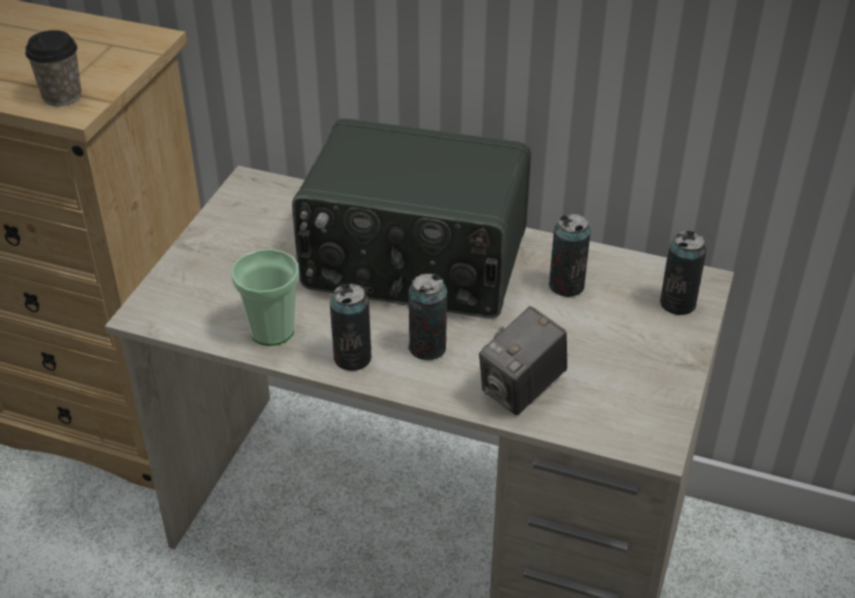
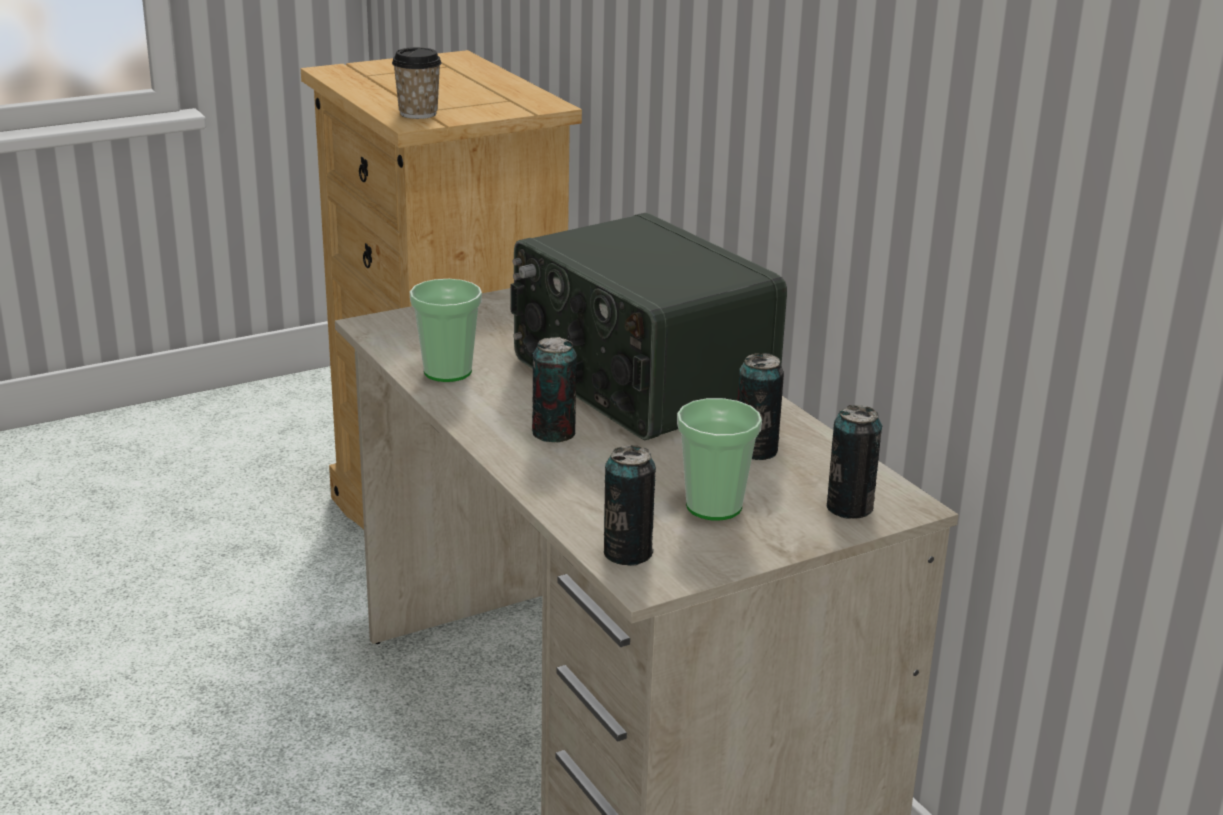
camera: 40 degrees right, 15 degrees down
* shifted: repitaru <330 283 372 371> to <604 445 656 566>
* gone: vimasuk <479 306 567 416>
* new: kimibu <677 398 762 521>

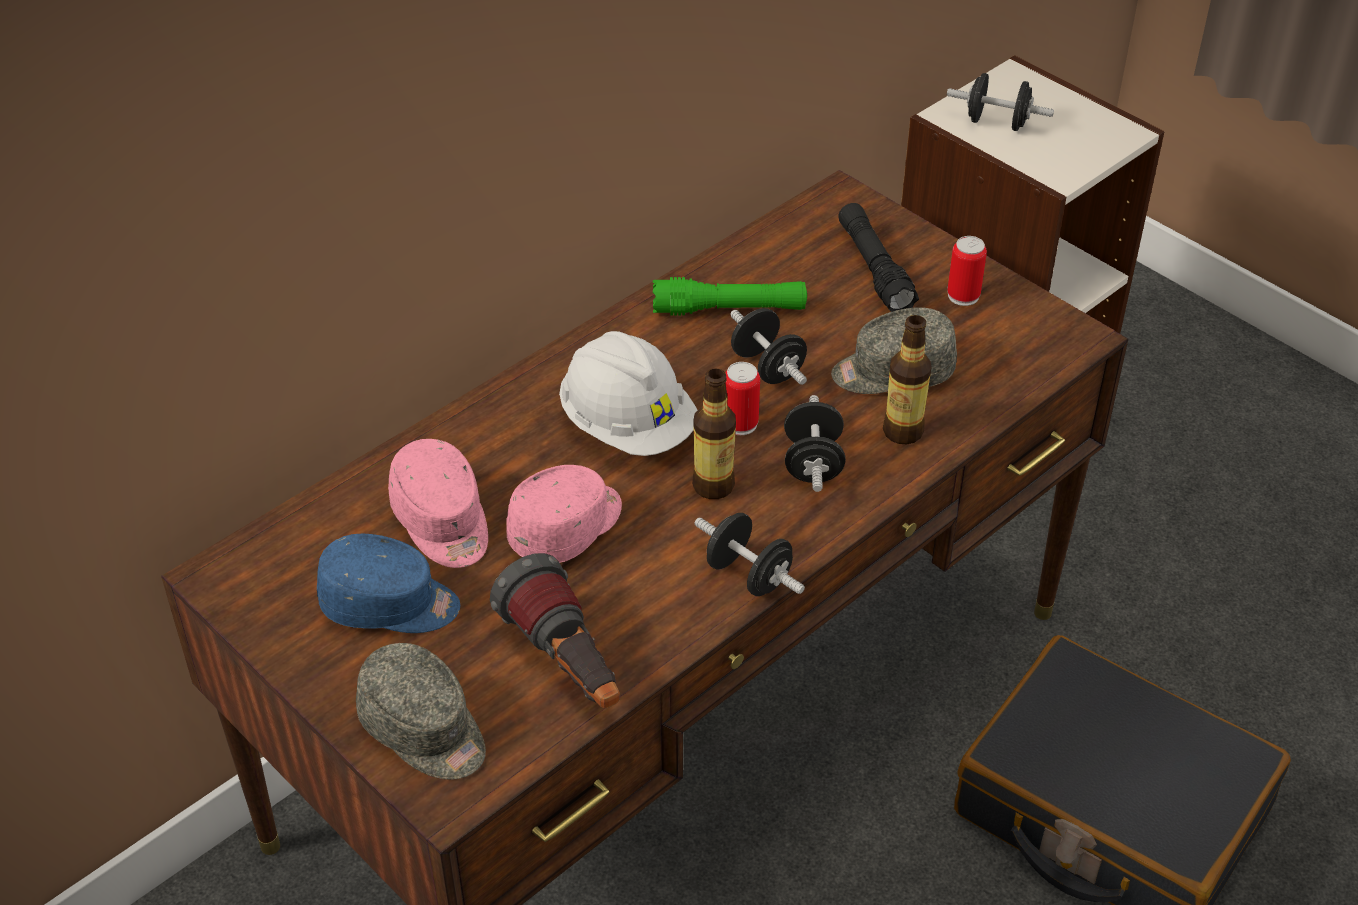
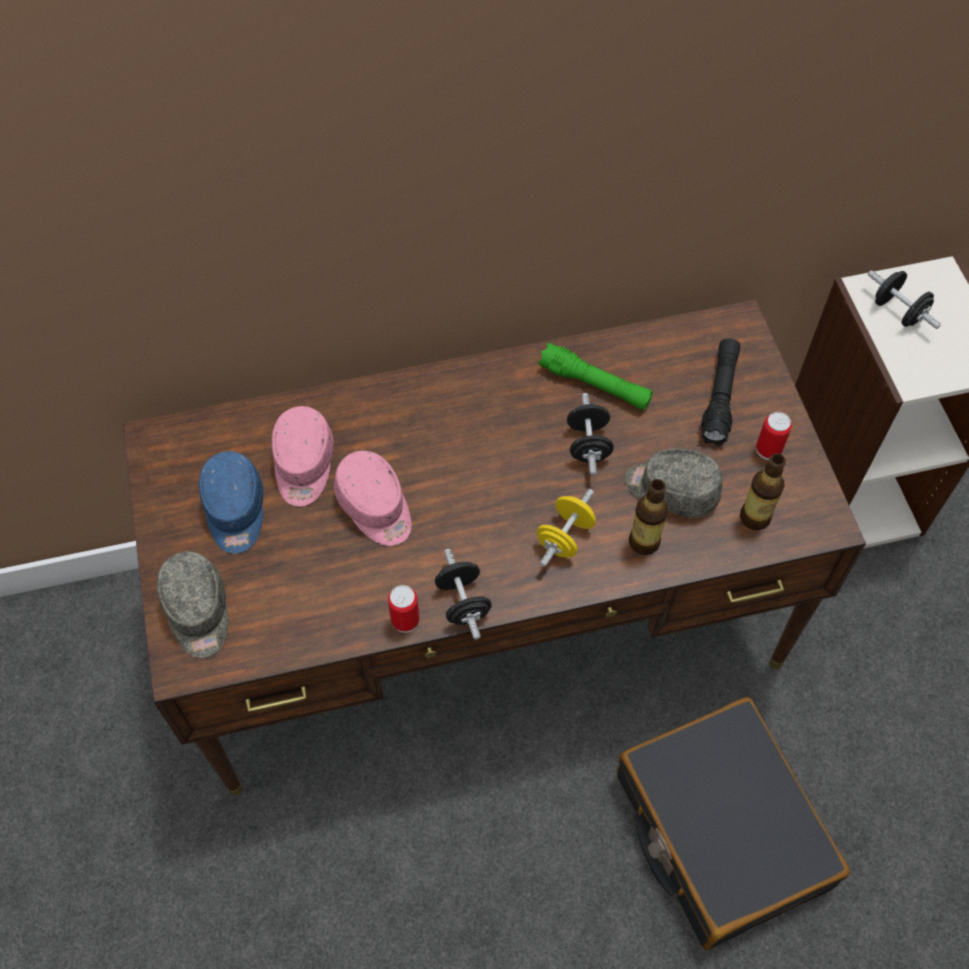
camera: 30 degrees right, 15 degrees up
* gone: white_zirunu <559 331 697 456>
* shifted: repitaru <725 362 760 435> to <388 585 420 633>
* shifted: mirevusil <692 368 736 499> to <740 453 786 530>
* repainted: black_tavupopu <784 395 846 492> to yellow_tavupopu <536 489 596 567>
* rotated: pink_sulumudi <507 465 622 563> = <334 451 412 546> 75 degrees clockwise
* rotated: blue_sulumudi <317 534 460 633> = <199 451 263 554> 45 degrees clockwise
* gone: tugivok <490 553 620 708>

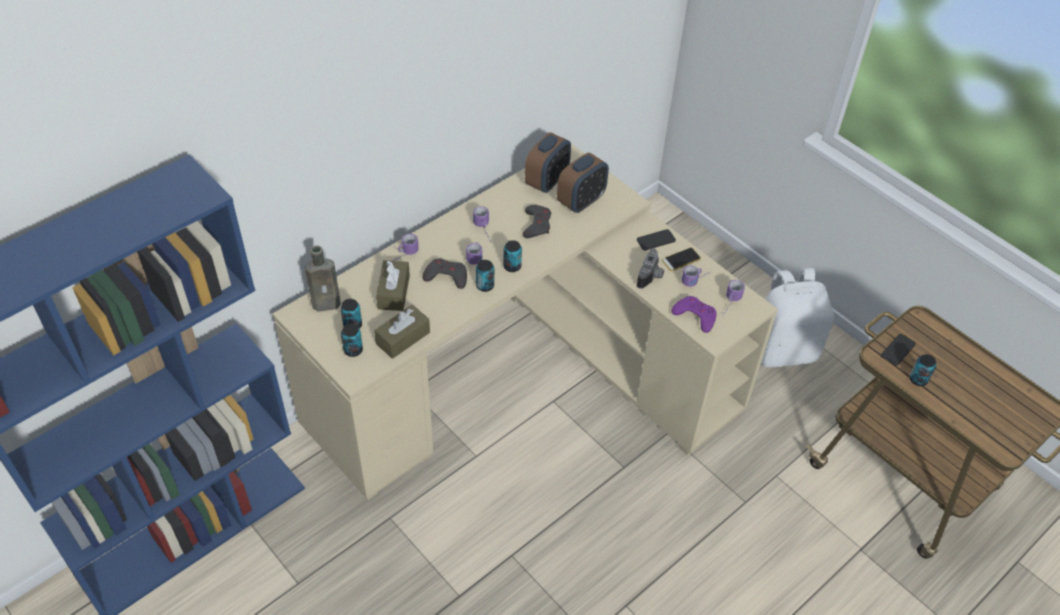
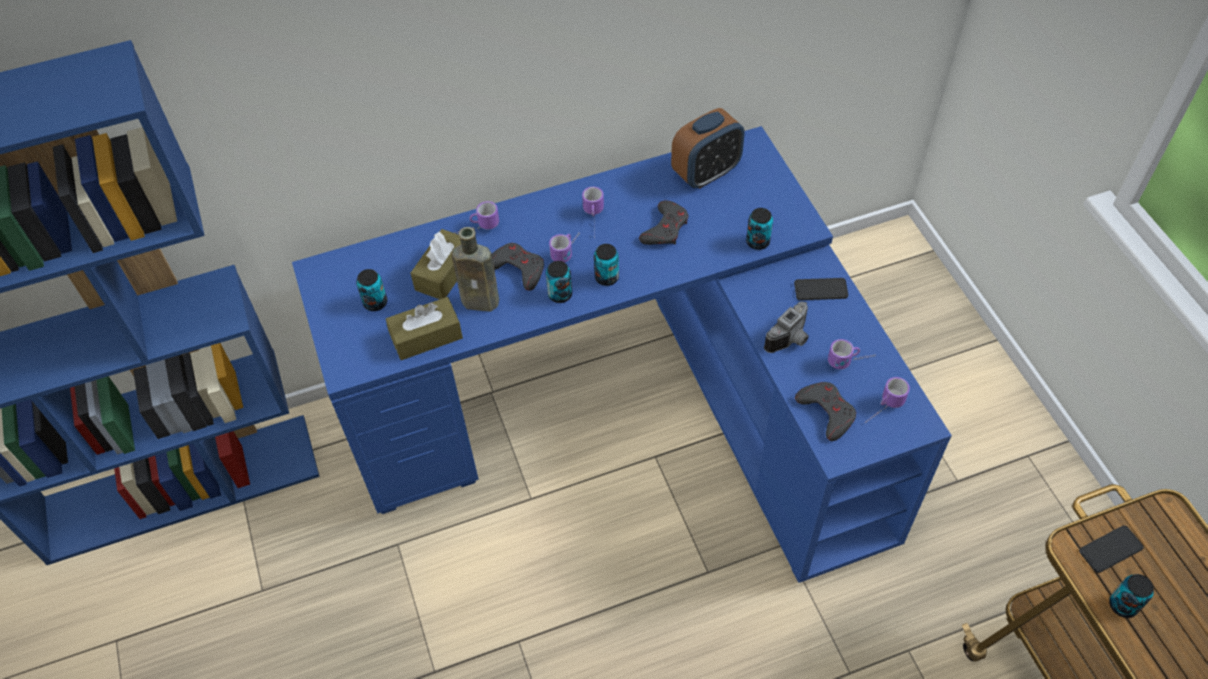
camera: 25 degrees right, 5 degrees up
* repainted: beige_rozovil <273 143 778 500> to blue_rozovil <292 126 952 583>
* gone: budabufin <557 153 609 213>
* shifted: brown_mirevusil <305 245 341 312> to <452 227 499 312>
* gone: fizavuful <662 247 701 271>
* gone: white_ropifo <761 268 834 367>
* repainted: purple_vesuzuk <671 296 717 333> to grey_vesuzuk <795 382 856 441>
* shifted: repitaru <341 324 363 357> to <746 208 773 250>

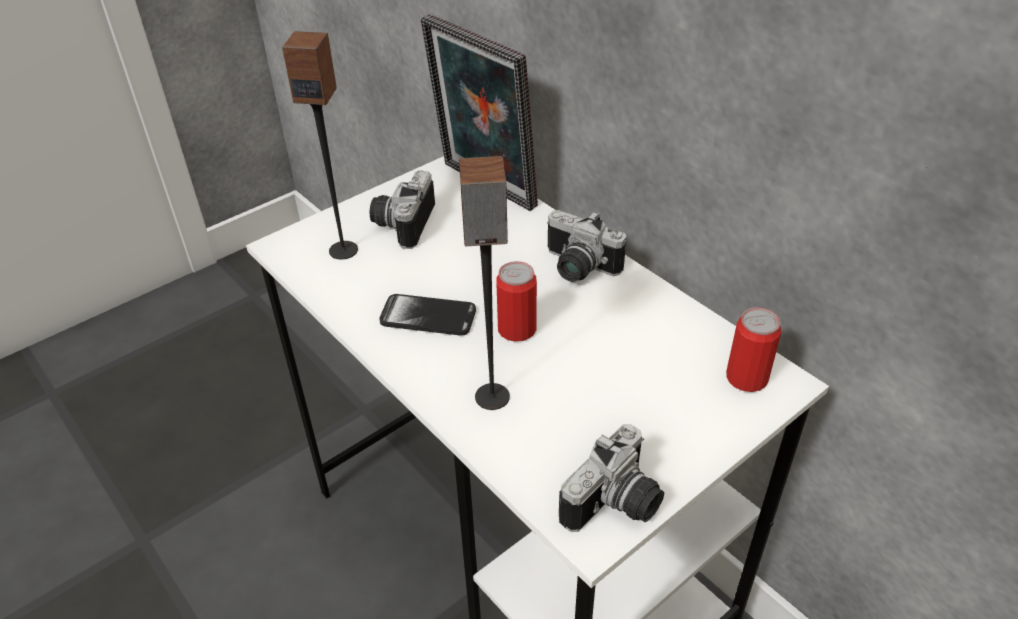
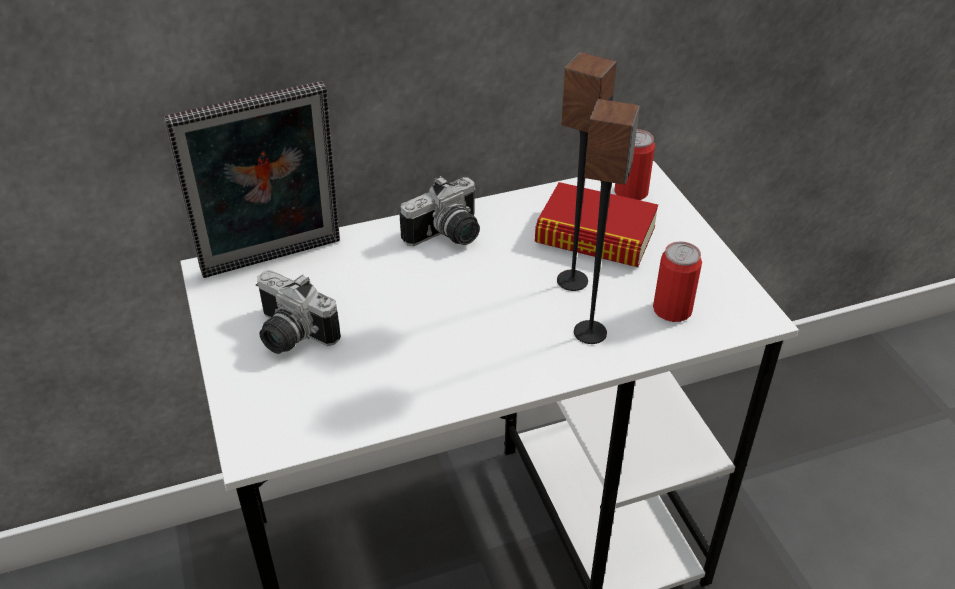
camera: 70 degrees left, 0 degrees up
* shifted: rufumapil <282 31 358 260> to <557 52 617 291>
* shifted: repitaru <496 261 537 341> to <653 242 702 322>
* gone: fizavuful <379 294 476 336>
* gone: vimasuk <559 424 664 532>
* new: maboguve <535 182 658 267>

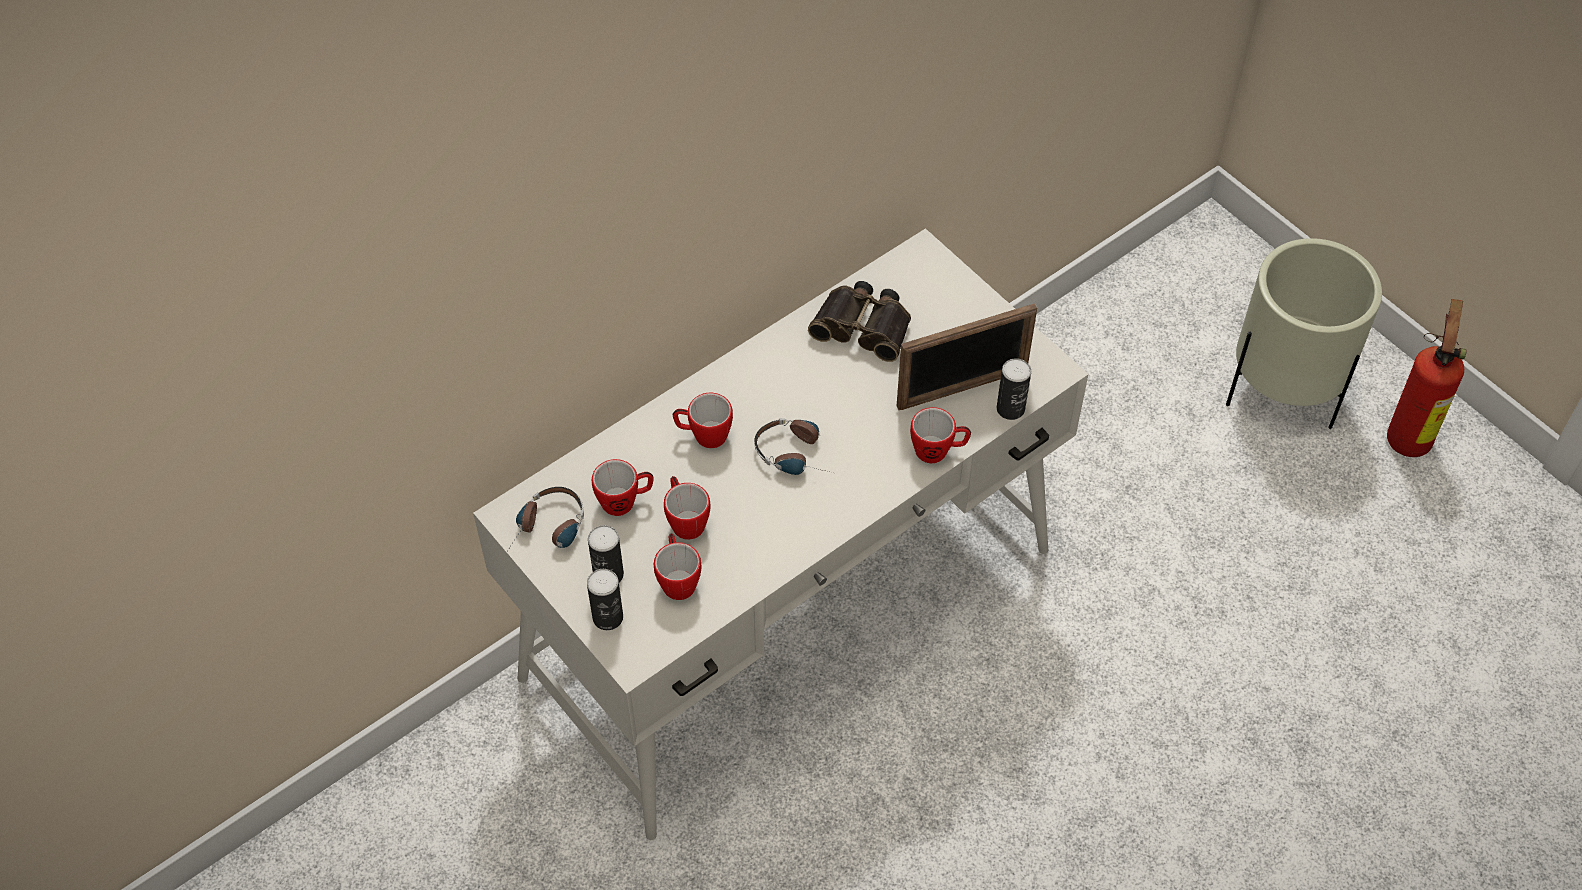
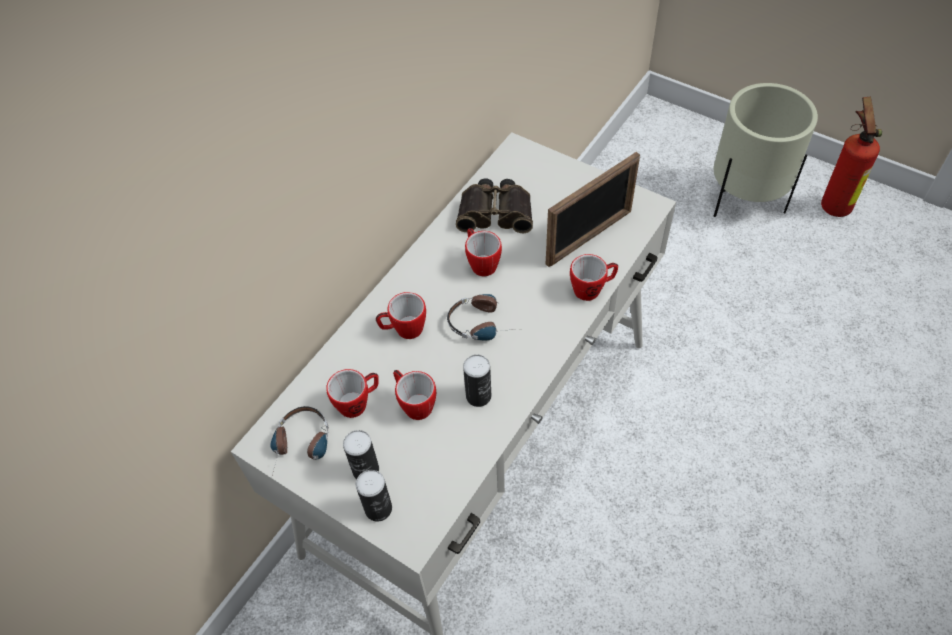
camera: 15 degrees left, 0 degrees up
* shifted: repitaru <997 358 1031 420> to <463 355 491 407>
* shifted: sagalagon <654 533 702 600> to <465 228 502 277>

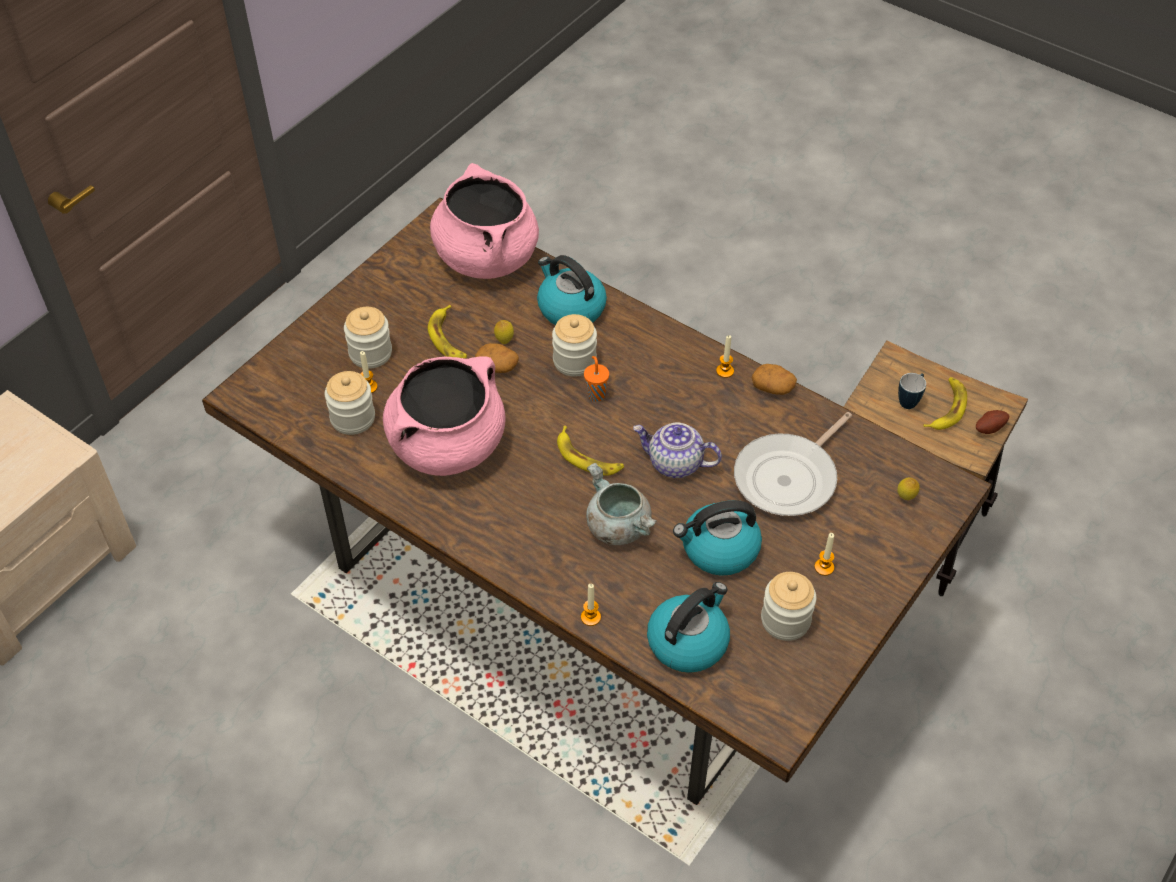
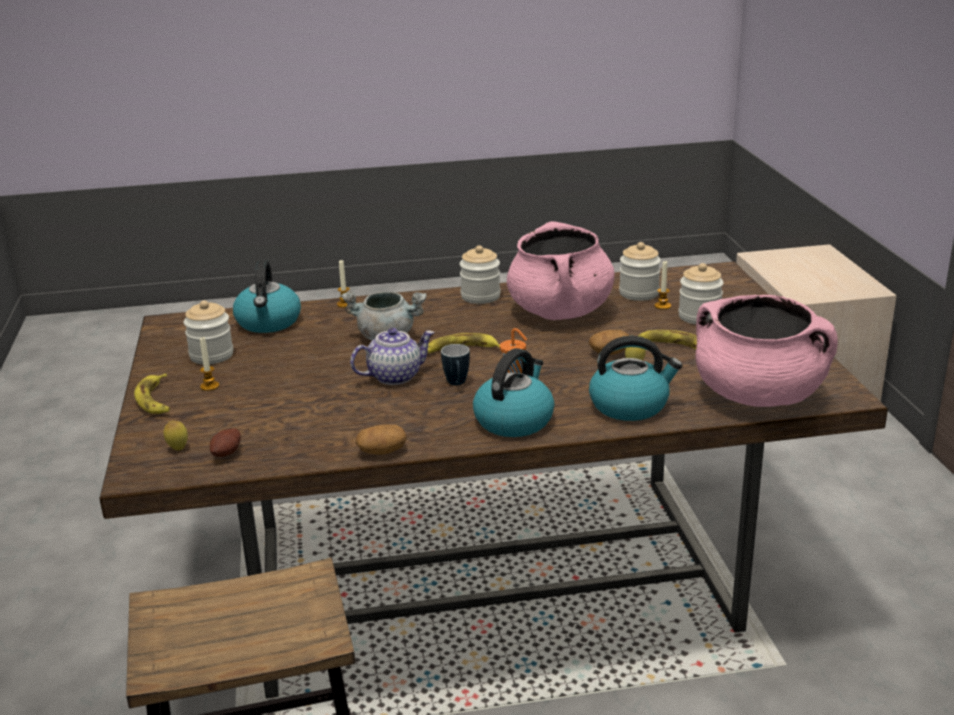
camera: 135 degrees right, 25 degrees down
* shifted: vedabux <552 314 597 377> to <460 245 500 304>
* gone: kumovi <716 335 734 378>
* shifted: sagalagon <898 373 926 409> to <441 344 470 386>
* shifted: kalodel <923 377 967 430> to <134 373 170 414>
* shifted: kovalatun <976 410 1009 434> to <210 428 241 457>
* gone: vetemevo <734 412 852 516>
* shifted: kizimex <673 500 762 576> to <473 348 554 437>

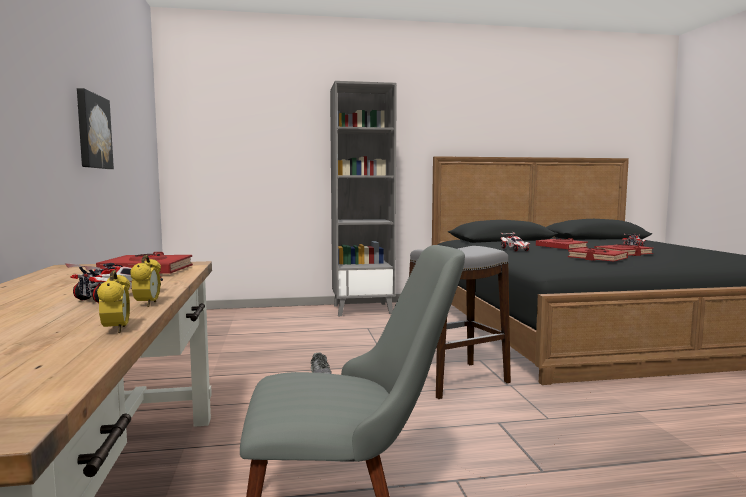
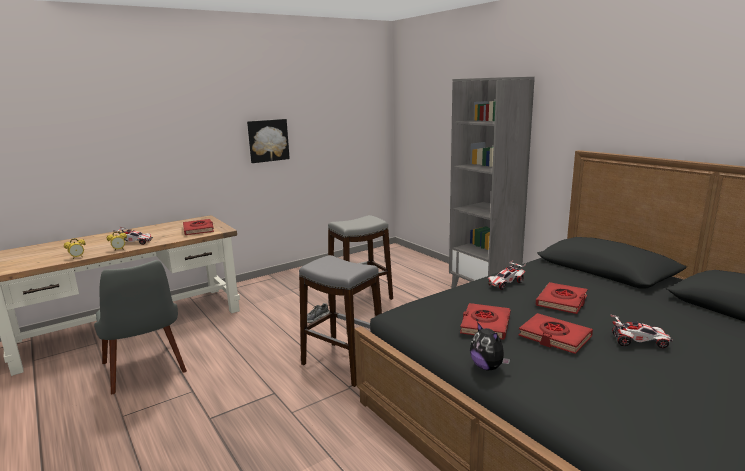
camera: 65 degrees right, 10 degrees up
* new: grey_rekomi <328 215 393 300>
* new: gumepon <470 322 510 370>

